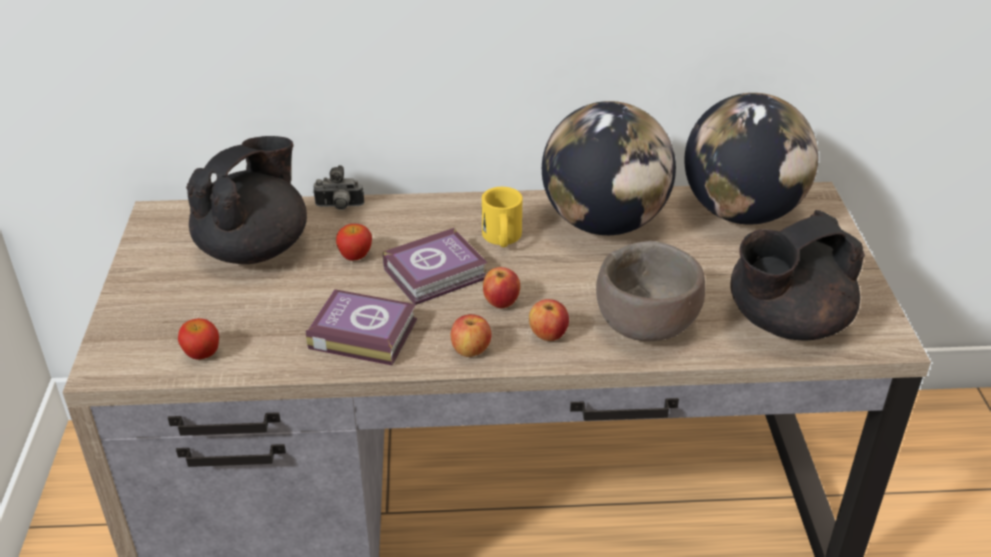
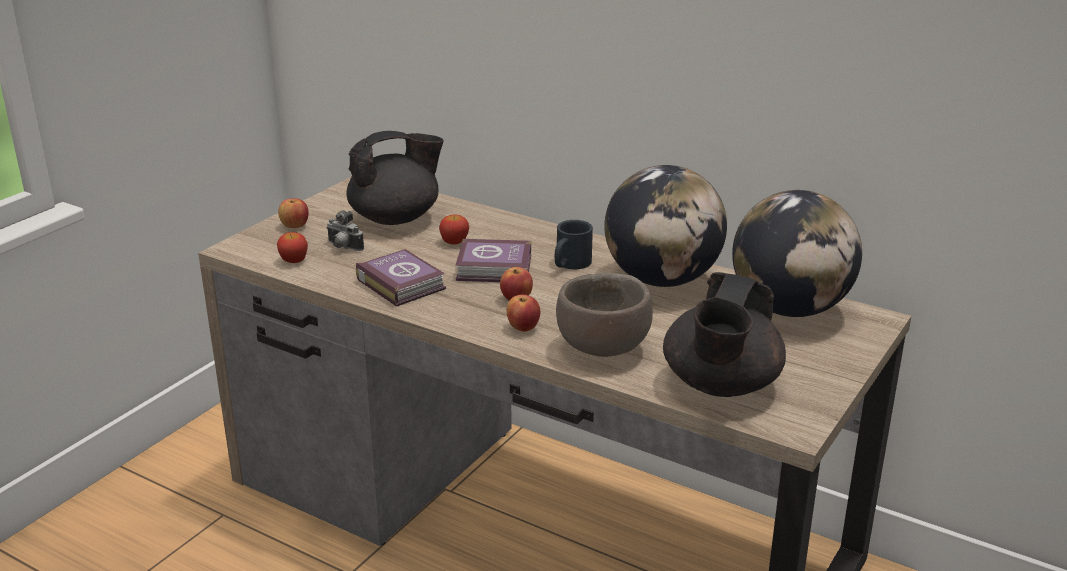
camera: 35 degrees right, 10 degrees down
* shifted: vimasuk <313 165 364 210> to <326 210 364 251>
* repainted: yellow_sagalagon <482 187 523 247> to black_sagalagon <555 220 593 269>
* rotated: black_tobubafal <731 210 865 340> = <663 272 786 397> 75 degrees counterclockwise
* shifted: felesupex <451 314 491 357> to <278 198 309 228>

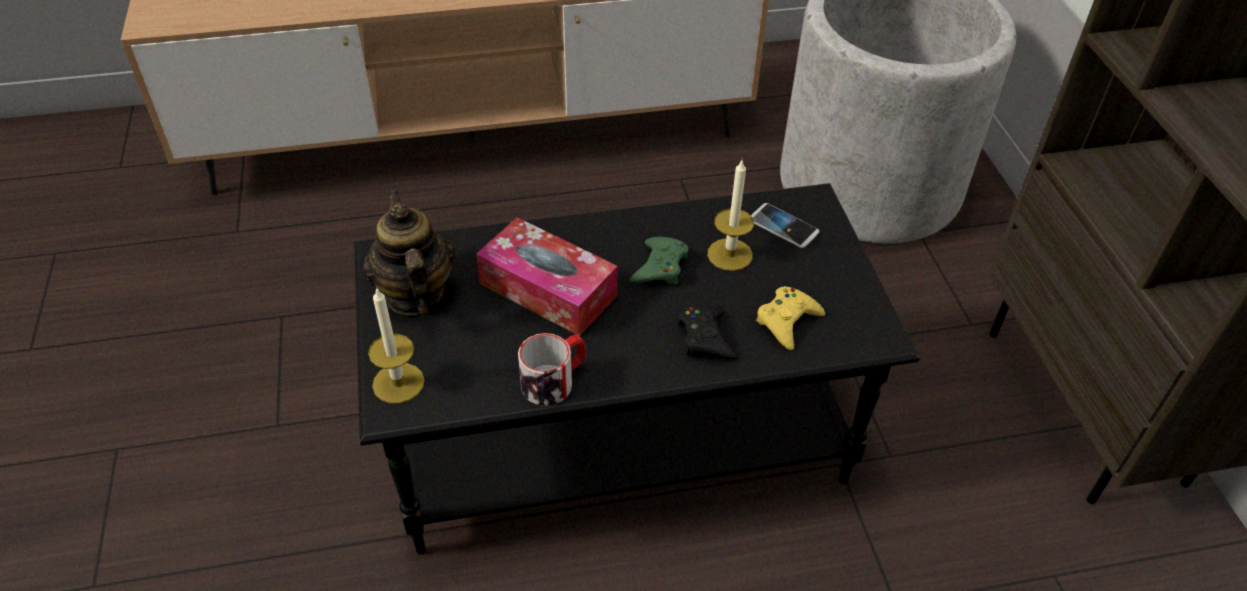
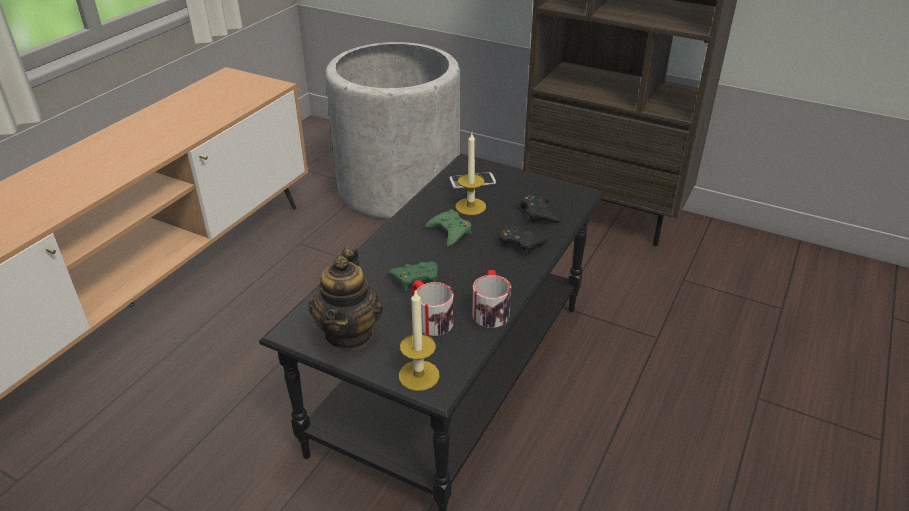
camera: 50 degrees left, 10 degrees down
* rotated: tobubafal <363 190 455 315> = <309 246 383 350> 105 degrees counterclockwise
* swapped: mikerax <476 217 618 336> to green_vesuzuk <389 262 438 291>
* repainted: yellow_vesuzuk <756 286 825 350> to black_vesuzuk <521 195 561 223>
* new: sagalagon <412 280 454 336>

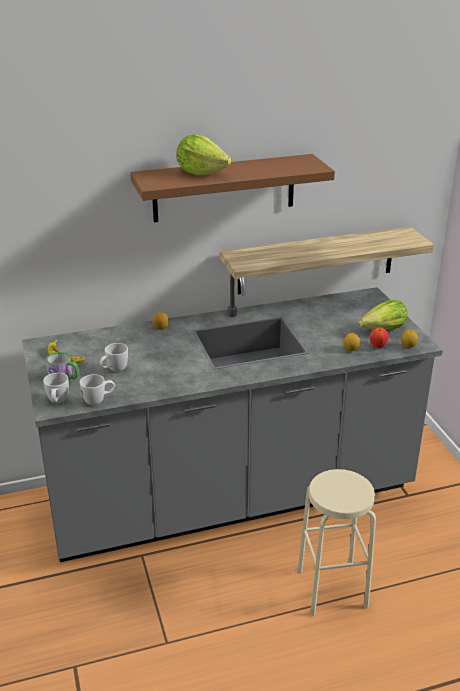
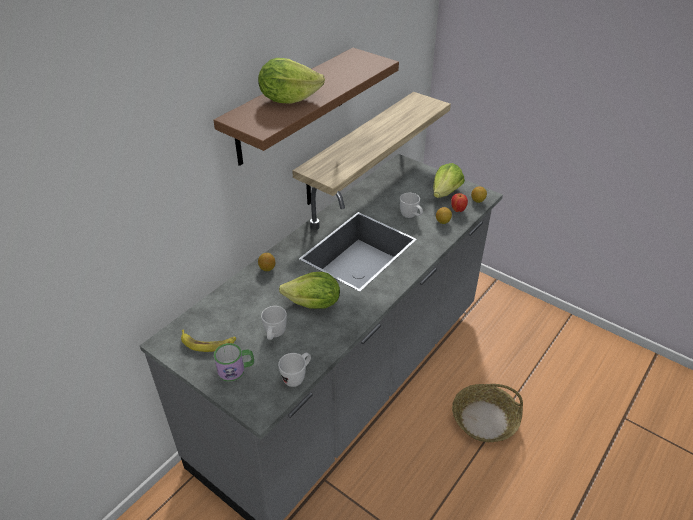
camera: 35 degrees left, 10 degrees up
* shifted: white_sagalagon <43 373 69 403> to <400 193 423 218>
* swapped: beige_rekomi <298 469 376 616> to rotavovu <452 384 523 442>
* new: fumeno <279 272 340 309>

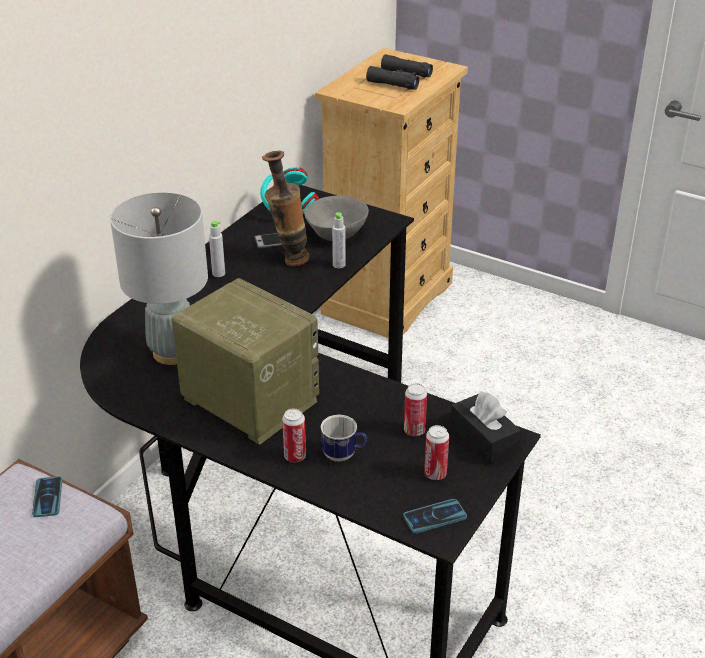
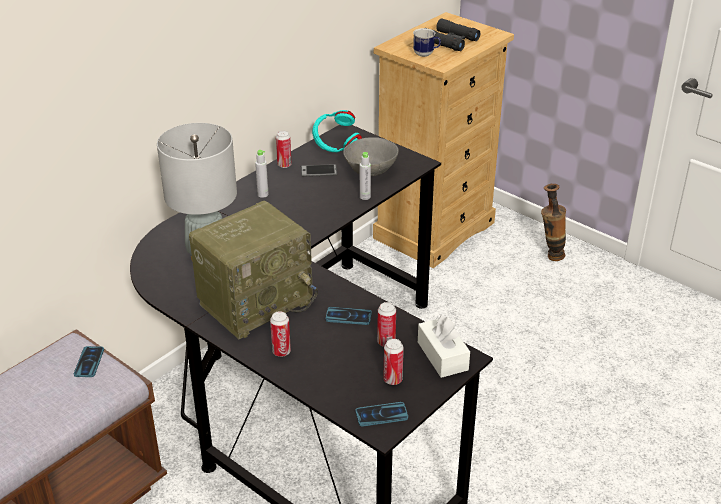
camera: 10 degrees right, 0 degrees up
* shifted: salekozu <262 151 310 266> to <541 184 566 261>
* rotated: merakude <171 278 319 445> = <189 201 318 339> 90 degrees clockwise
* repainted: black_mikerax <450 391 521 465> to white_mikerax <418 315 470 378>
* shifted: sagalagon <320 415 367 462> to <413 28 441 57>
* new: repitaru <276 131 292 168>
* new: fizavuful <325 307 372 325>

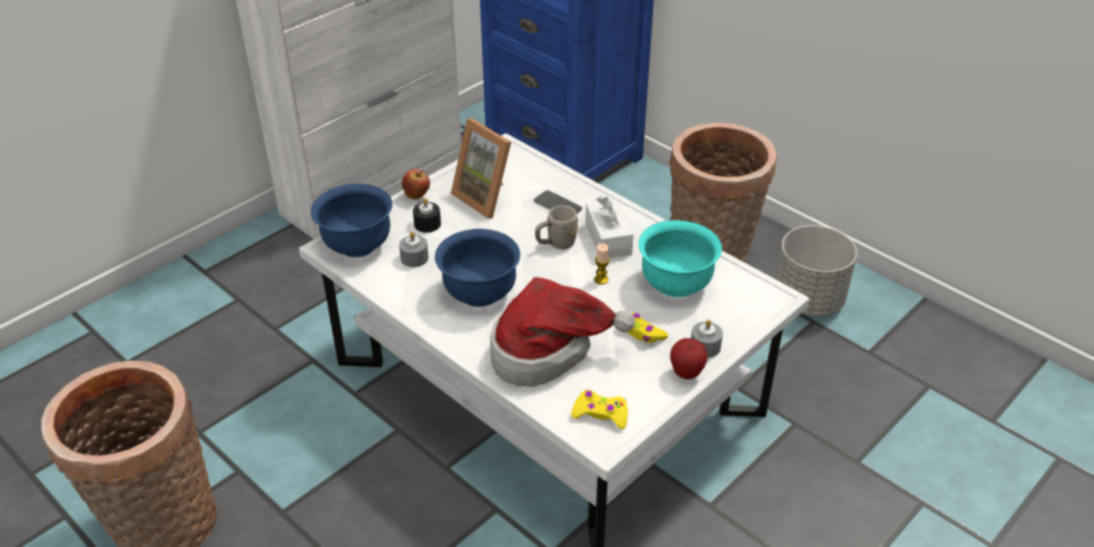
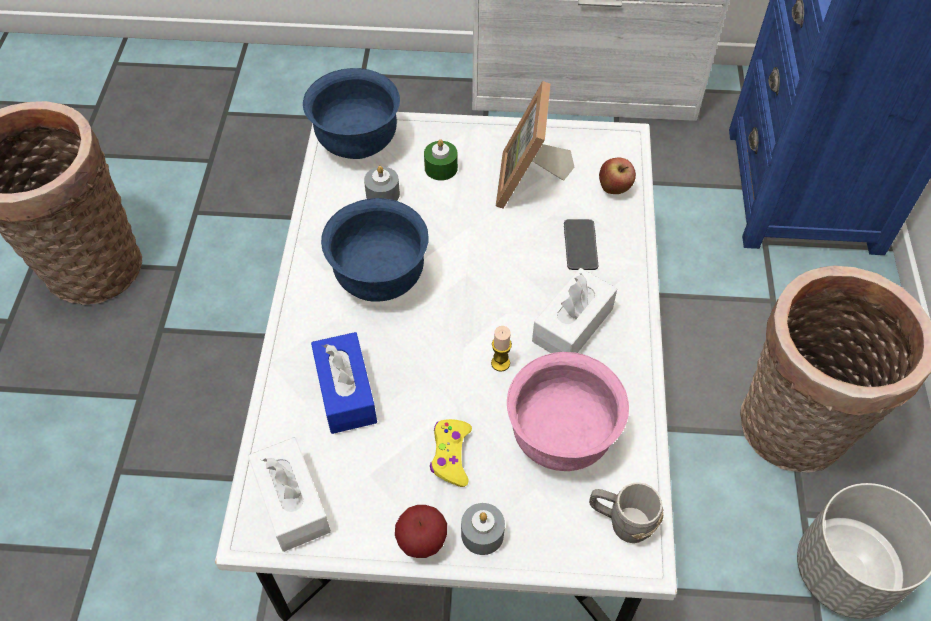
camera: 50 degrees right, 15 degrees up
* shifted: felesupex <402 169 430 199> to <599 157 636 194>
* repainted: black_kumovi <413 198 441 233> to green_kumovi <424 139 458 181>
* shifted: grey_sagalagon <535 206 578 250> to <589 482 664 543>
* repainted: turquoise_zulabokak <639 220 722 298> to pink_zulabokak <507 352 629 471>
* swapped: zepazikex <490 277 635 387> to blue_mikerax <311 332 377 434>
* swapped: yellow_vesuzuk <571 390 628 429> to white_mikerax <248 437 331 552>

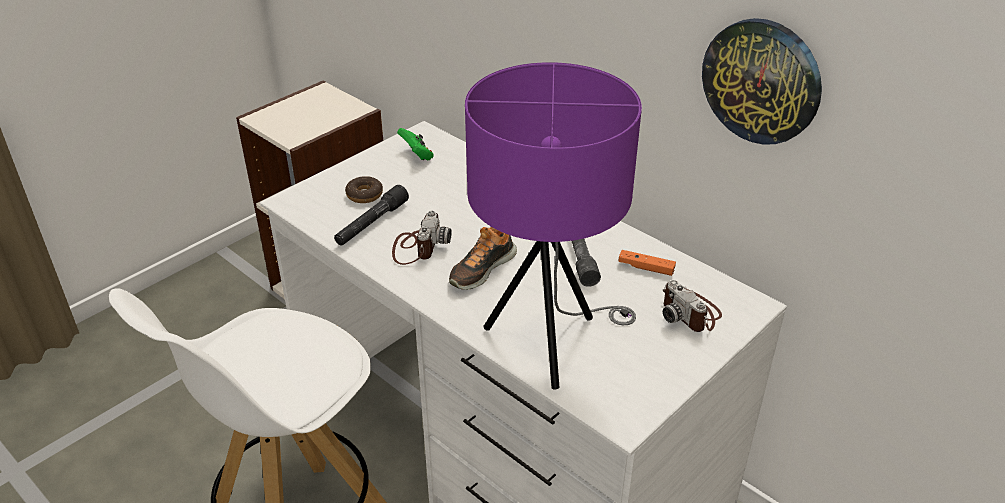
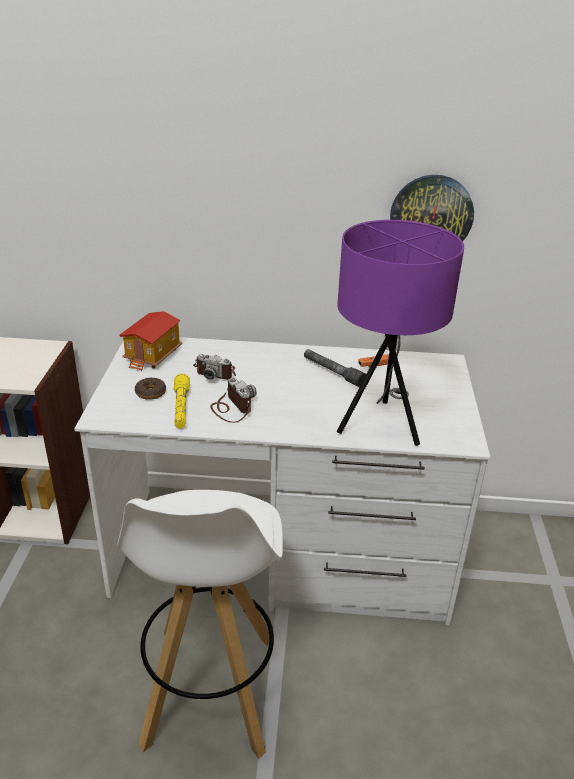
camera: 40 degrees left, 5 degrees down
* swapped: green_vesuzuk <397 128 434 161> to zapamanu <119 311 182 371>
* repainted: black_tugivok <334 185 409 246> to yellow_tugivok <174 373 190 428>
* gone: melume <449 227 517 290>
* shifted: vimasuk <663 280 722 332> to <193 354 236 380>

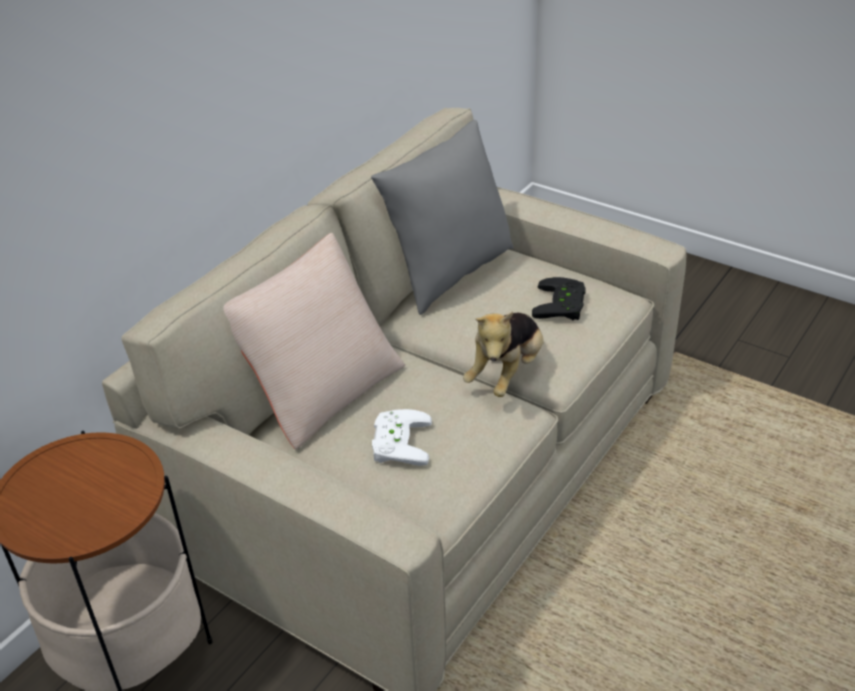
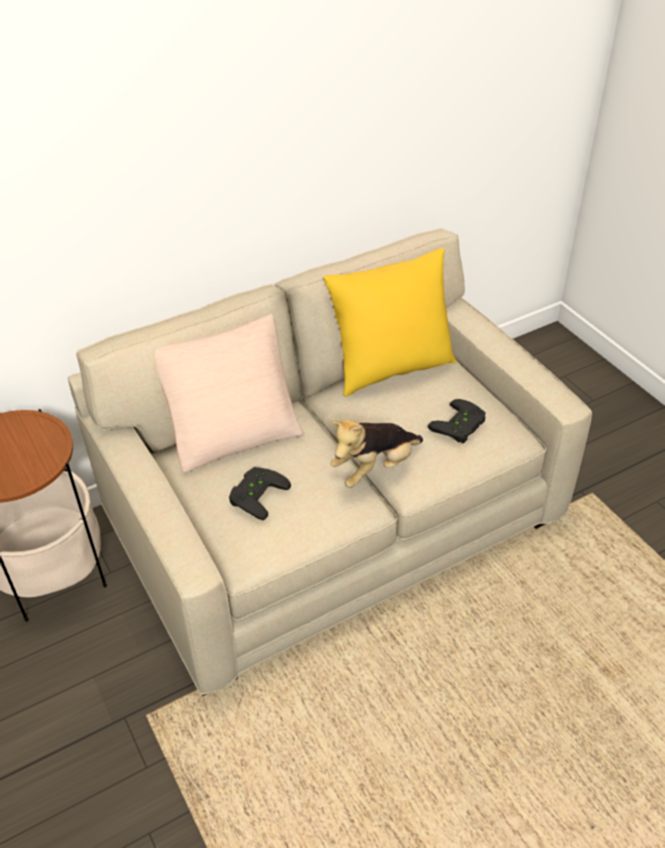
camera: 25 degrees right, 5 degrees up
* repainted: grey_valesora <371 120 513 315> to yellow_valesora <323 248 456 397>
* repainted: white_vesuzuk <372 409 432 466> to black_vesuzuk <229 467 291 520>

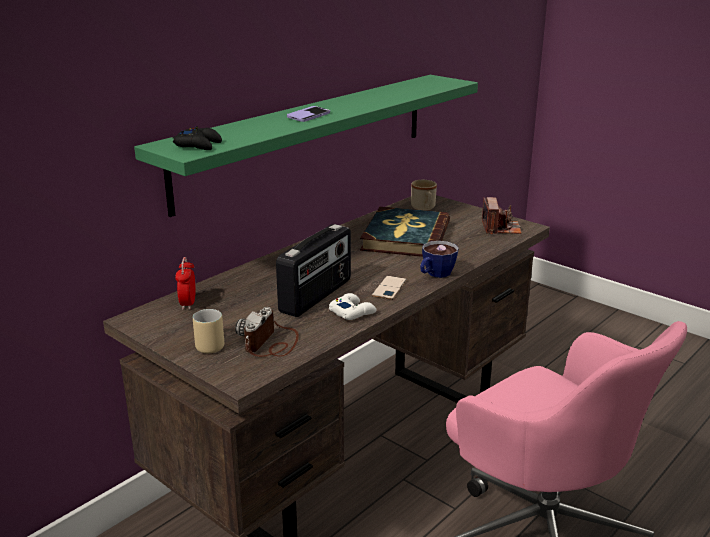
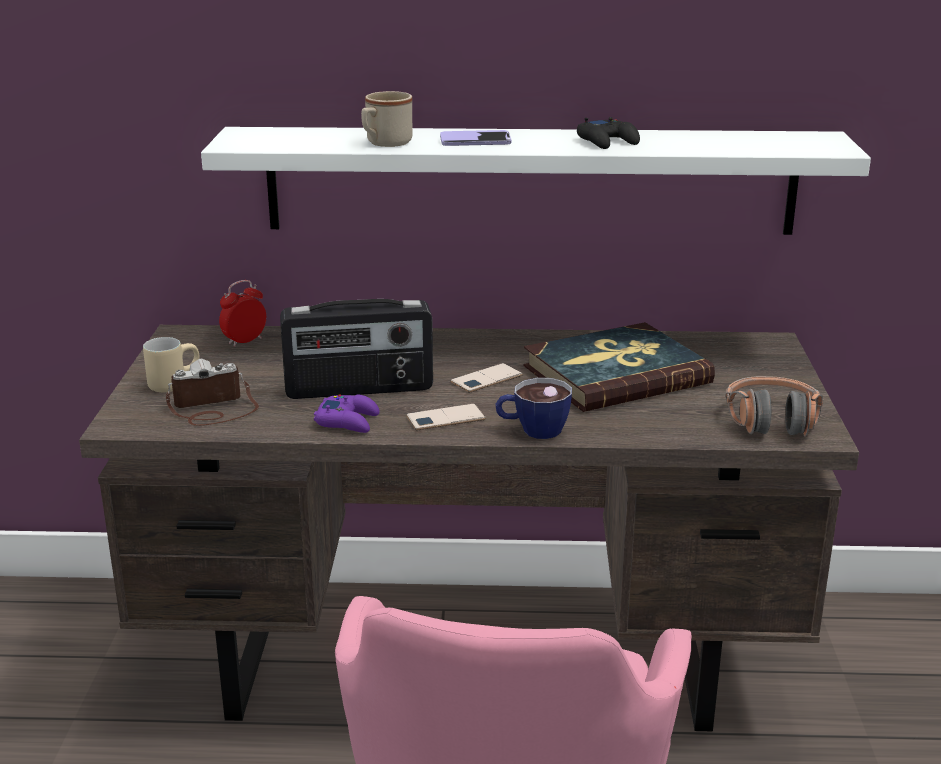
camera: 50 degrees right, 0 degrees up
* repainted: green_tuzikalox <134 75 478 217> to white_tuzikalox <201 127 871 235>
* shifted: black_vesuzuk <173 127 222 150> to <577 117 640 149>
* shifted: beige_sagalagon <411 180 437 211> to <361 91 412 147>
* swapped: vimasuk <482 197 522 234> to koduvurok <725 376 823 436>
* repainted: white_vesuzuk <329 293 377 320> to purple_vesuzuk <314 394 380 433>
* new: fizavuful <450 363 523 393>

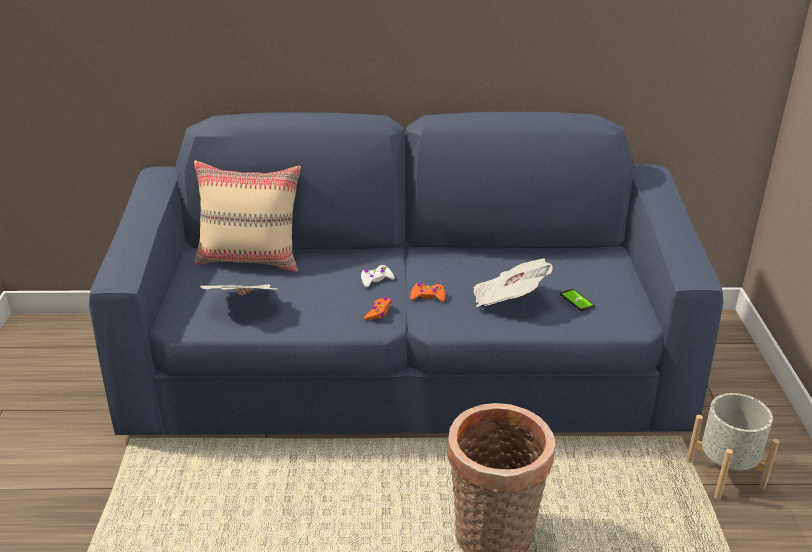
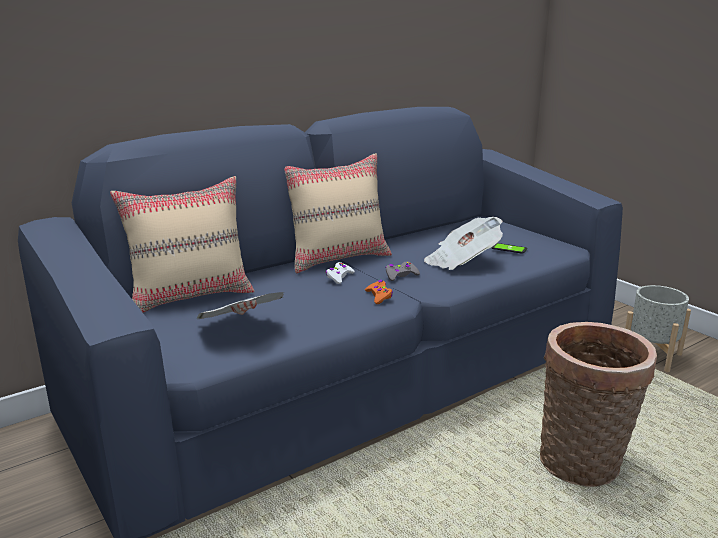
camera: 35 degrees left, 10 degrees down
* repainted: orange_vesuzuk <410 283 445 302> to grey_vesuzuk <386 261 420 281>
* new: beige_valesora <284 153 392 273>

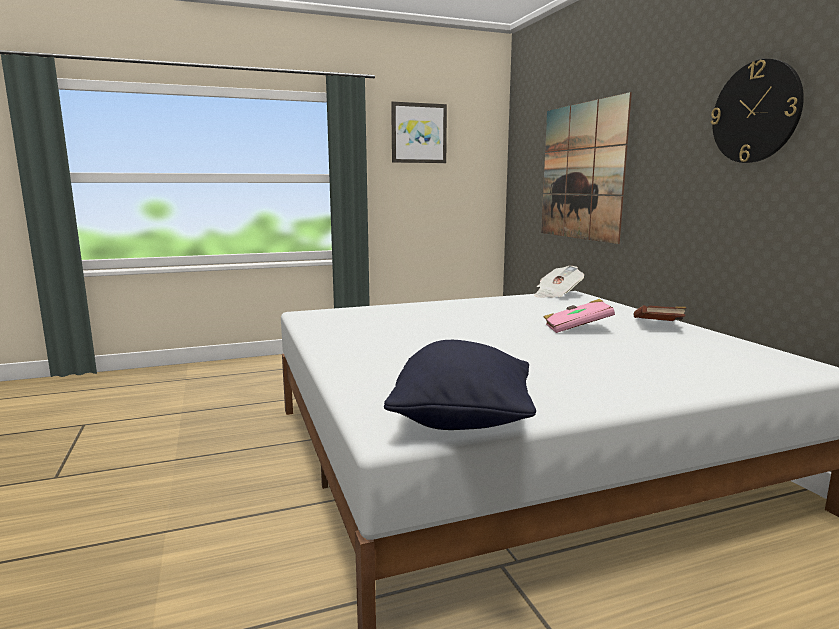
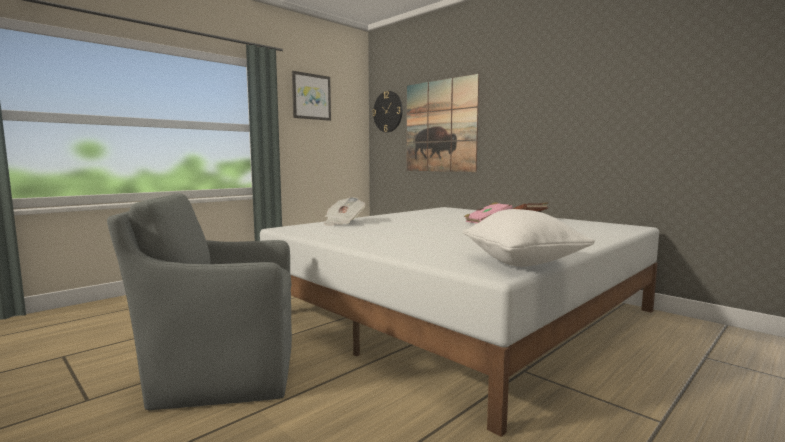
camera: 25 degrees left, 5 degrees down
* shifted: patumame <711 59 804 163> to <372 91 403 132>
* shifted: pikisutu <534 266 584 298> to <324 197 365 226>
* repainted: black_valesora <384 340 536 430> to white_valesora <462 209 595 267>
* new: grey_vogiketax <107 193 292 410>

